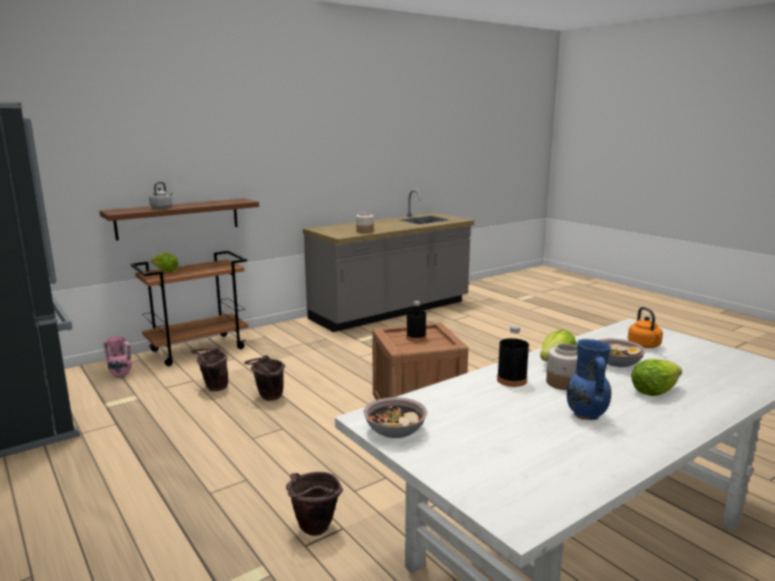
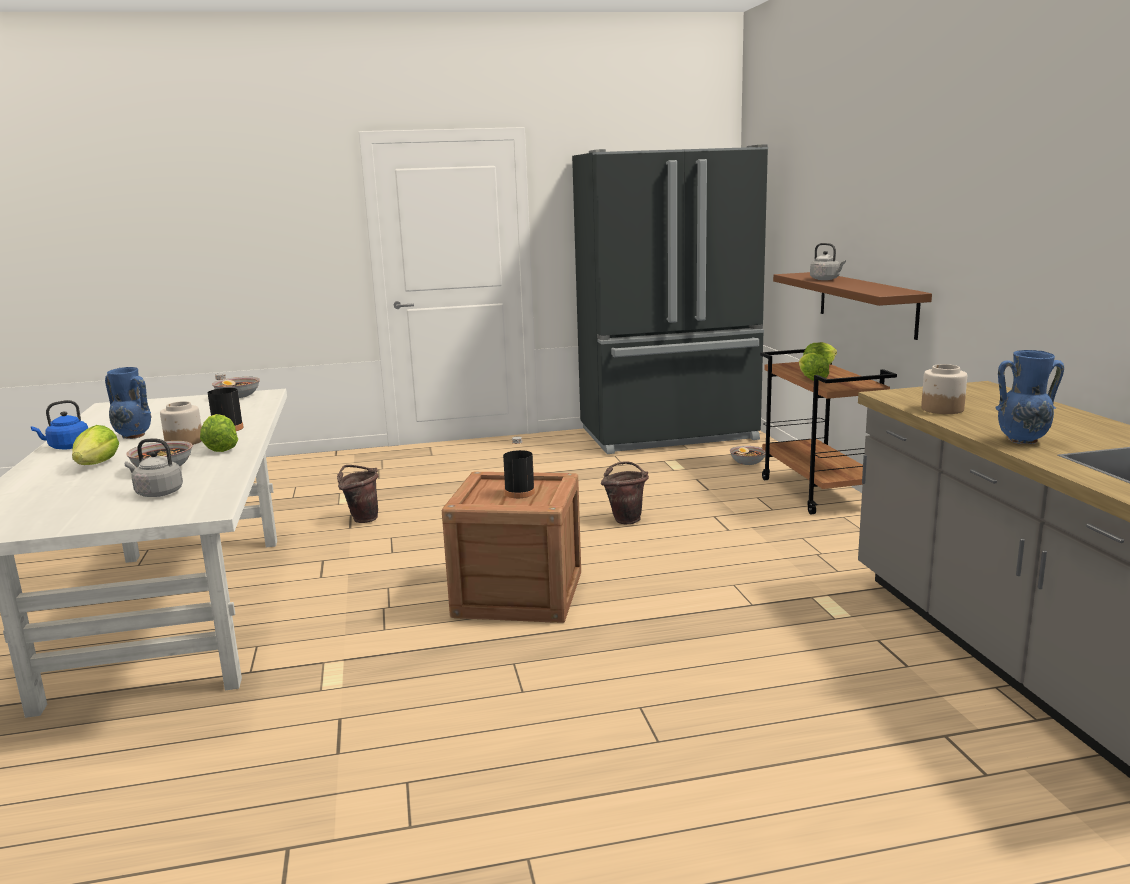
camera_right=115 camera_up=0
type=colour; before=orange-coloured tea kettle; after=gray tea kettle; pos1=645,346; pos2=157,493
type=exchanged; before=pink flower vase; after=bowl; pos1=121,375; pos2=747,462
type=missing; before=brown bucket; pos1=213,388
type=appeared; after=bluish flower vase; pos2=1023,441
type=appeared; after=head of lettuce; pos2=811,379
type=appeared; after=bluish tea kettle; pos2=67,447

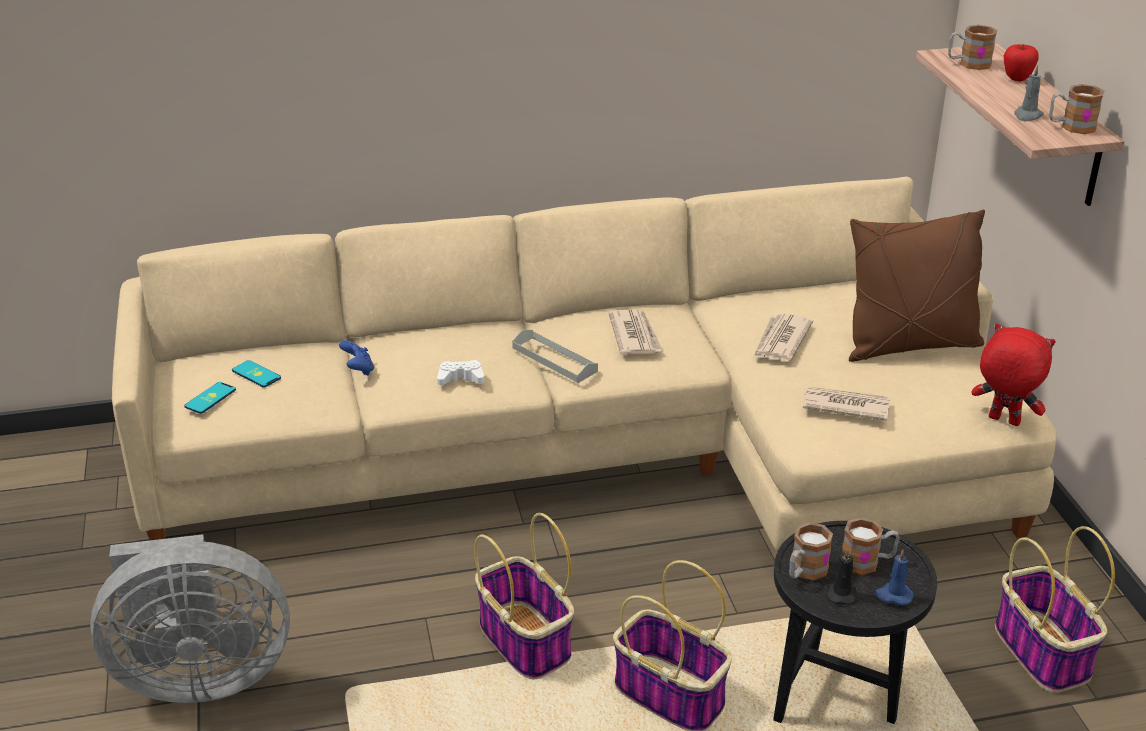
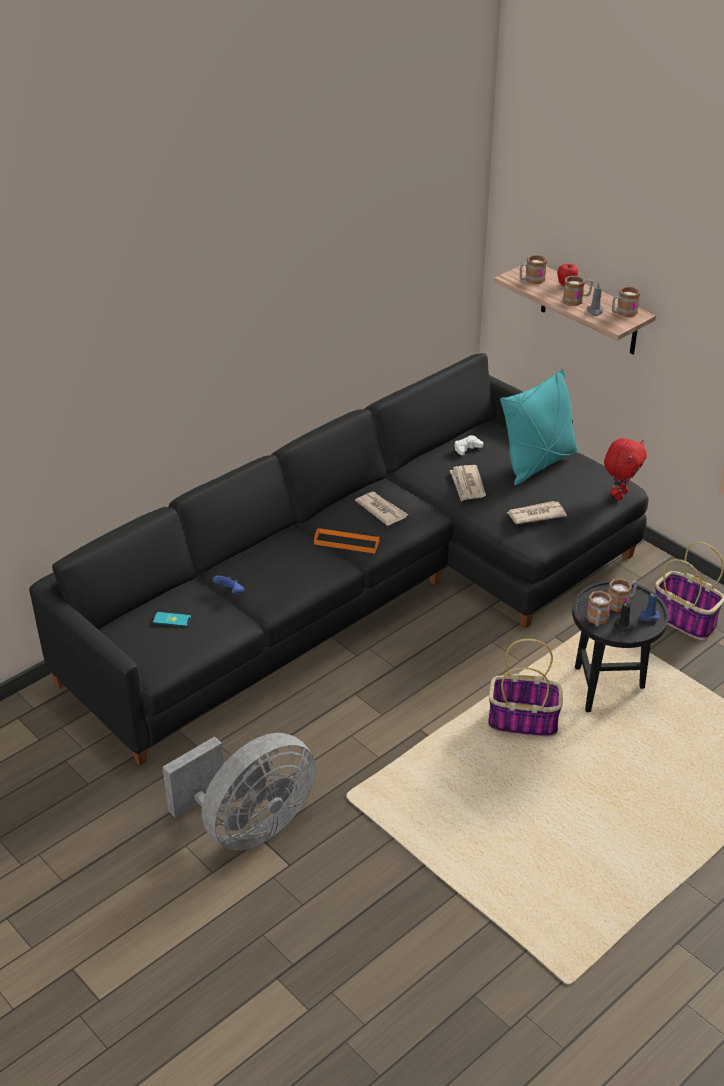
camera_right=-30 camera_up=5
type=colour; before=beige-coloured sofa; after=black sofa; pos1=609,449; pos2=366,588
type=colour; before=brown throw pillow; after=turquoise throw pillow; pos1=910,345; pos2=538,463
type=spun; before=red-coloured soft toy; pos1=1003,421; pos2=619,494; turn=120
type=colour; before=gray serving tray; after=orange-coloured serving tray; pos1=554,359; pos2=346,543
type=relocated; before=white game controller; pos1=460,378; pos2=467,448
type=missing; before=phone; pos1=210,398
type=missing; before=basket; pos1=526,642
type=appeared; after=mug; pos2=576,300

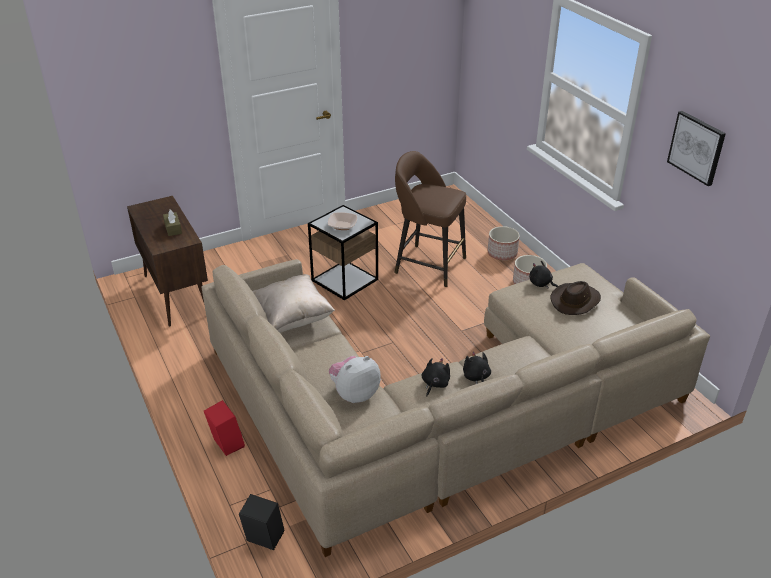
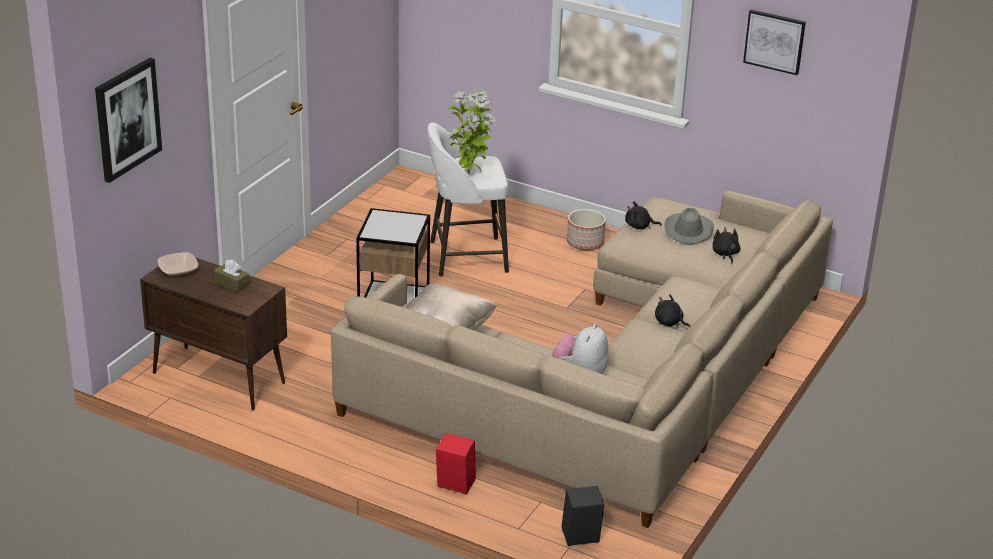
camera_right=-35 camera_up=-5
type=colour; before=brown stool seat; after=white stool seat; pos1=428,265; pos2=465,257
type=relocated; before=bowl; pos1=342,225; pos2=178,270
type=missing; before=flower pot; pos1=502,253
type=colour; before=brown hat; after=gray hat; pos1=575,301; pos2=688,230
type=relocated; before=black soft toy; pos1=434,384; pos2=725,254
type=appeared; after=wall art; pos2=127,119
type=appeared; after=houseplant; pos2=470,174

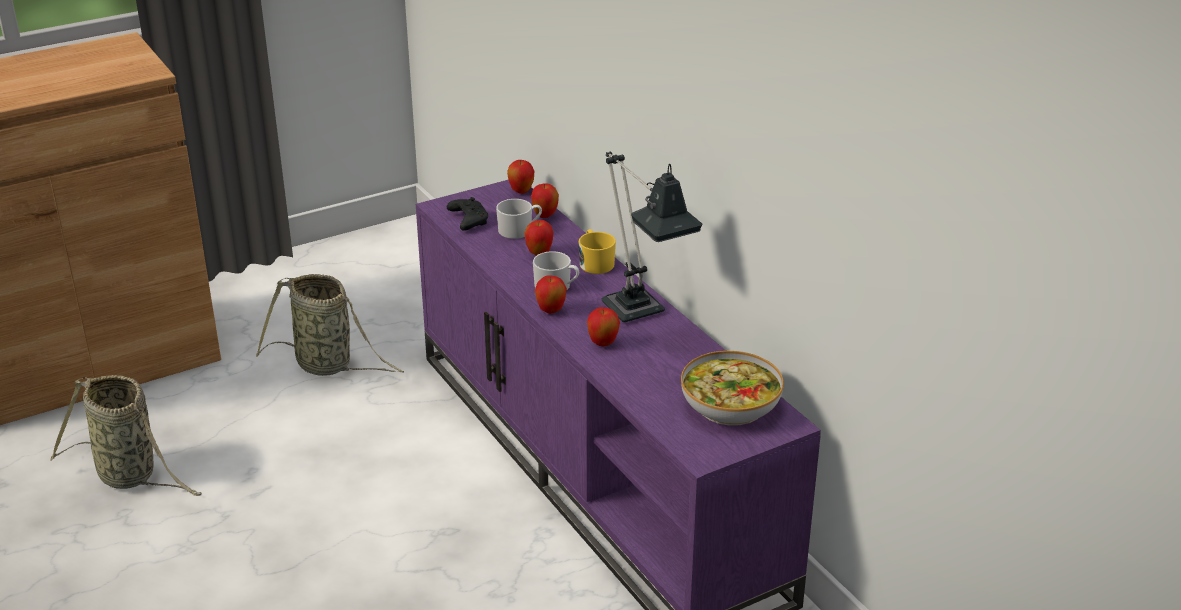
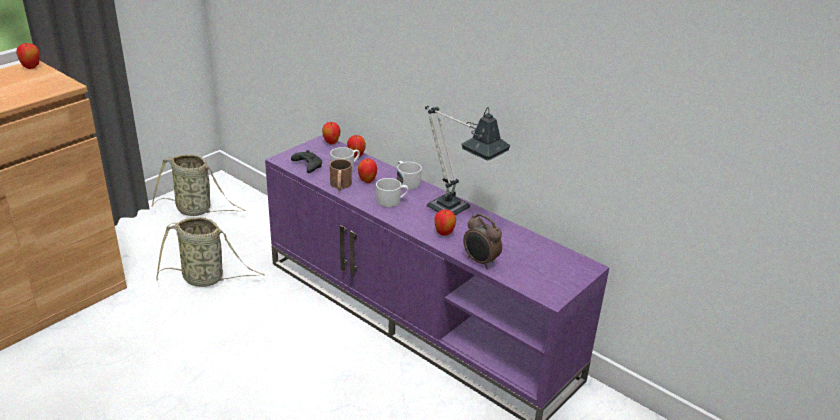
camera_right=-20 camera_up=0
type=colour; before=yellow mug; after=white mug; pos1=595,262; pos2=406,182
type=relocated; before=apple; pos1=551,311; pos2=31,68
type=missing; before=bowl; pos1=730,406
type=relocated; before=basket; pos1=131,476; pos2=196,210
type=appeared; after=brown mug; pos2=340,186
type=appeared; after=bedside clock; pos2=480,262

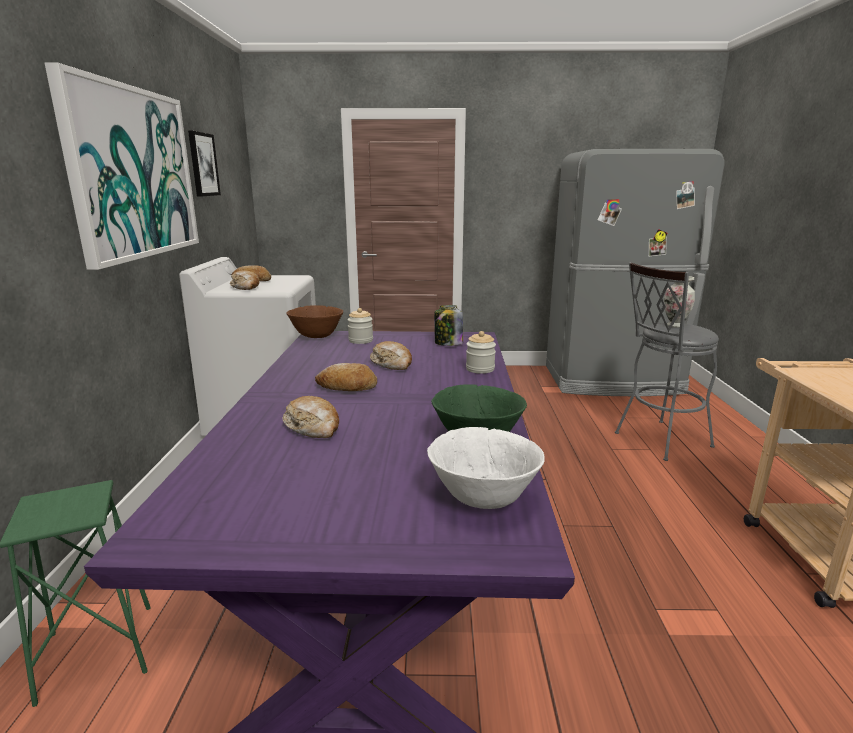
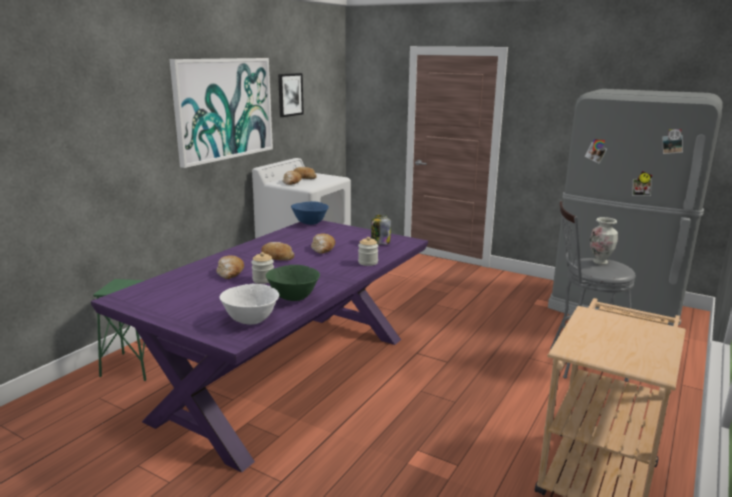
camera_right=30 camera_up=0
type=colour; before=brown bowl; after=bluish bowl; pos1=316,336; pos2=310,223
type=relocated; before=preserve jar; pos1=360,340; pos2=263,280

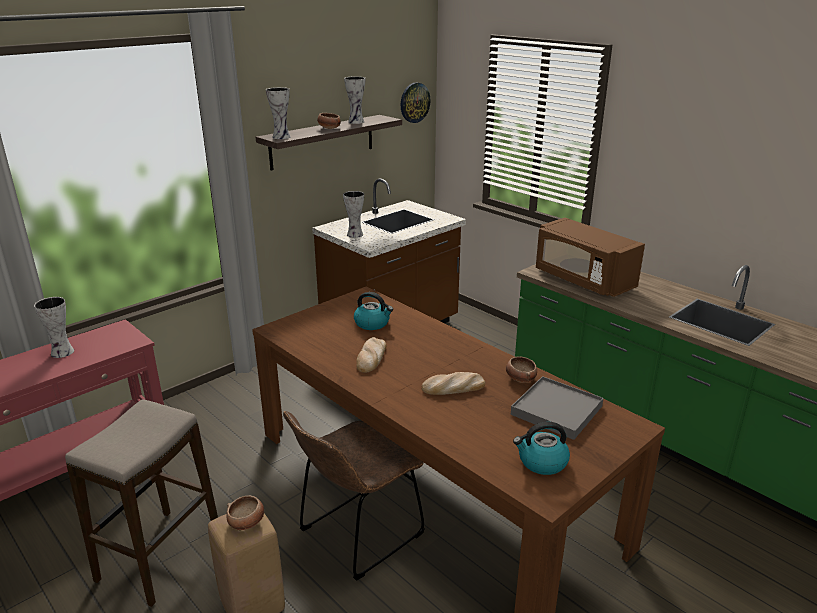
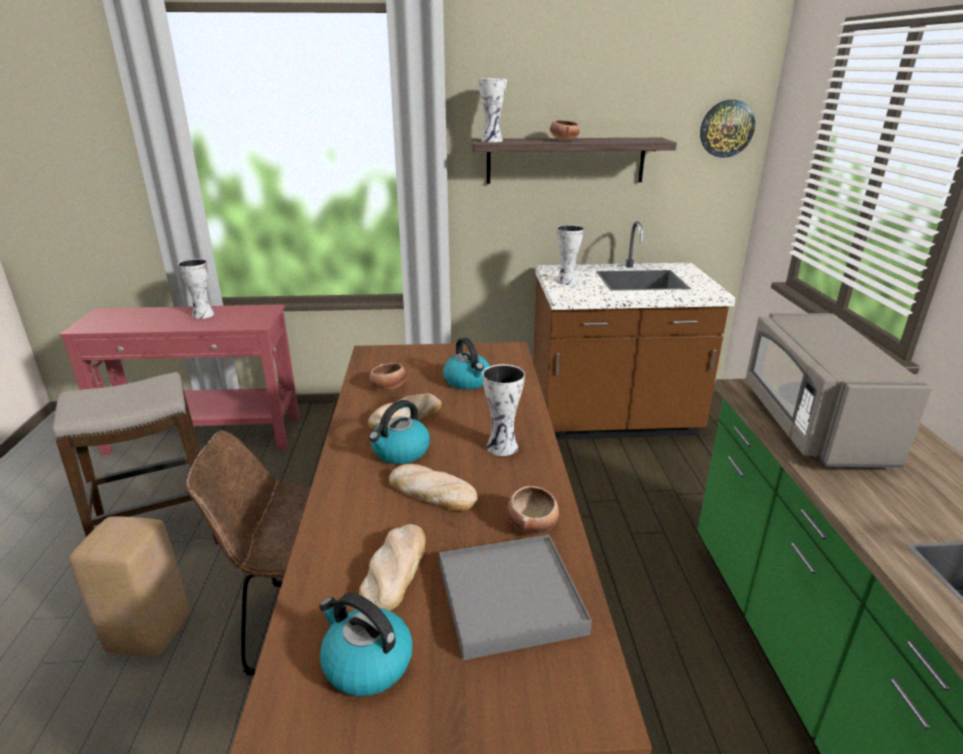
camera_right=40 camera_up=0
type=relocated; before=flower vase; pos1=357,122; pos2=503,447
type=colour; before=brown kitchen microwave; after=gray kitchen microwave; pos1=582,280; pos2=811,423
type=relocated; before=bowl; pos1=247,522; pos2=389,388
type=appeared; after=tea kettle; pos2=400,452
type=appeared; after=bread; pos2=395,569

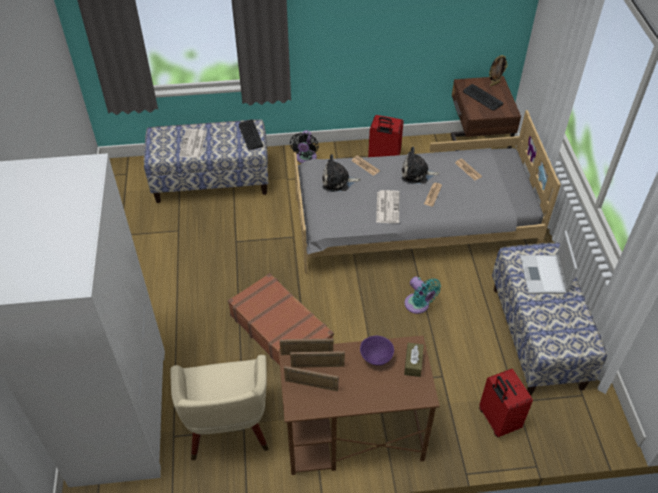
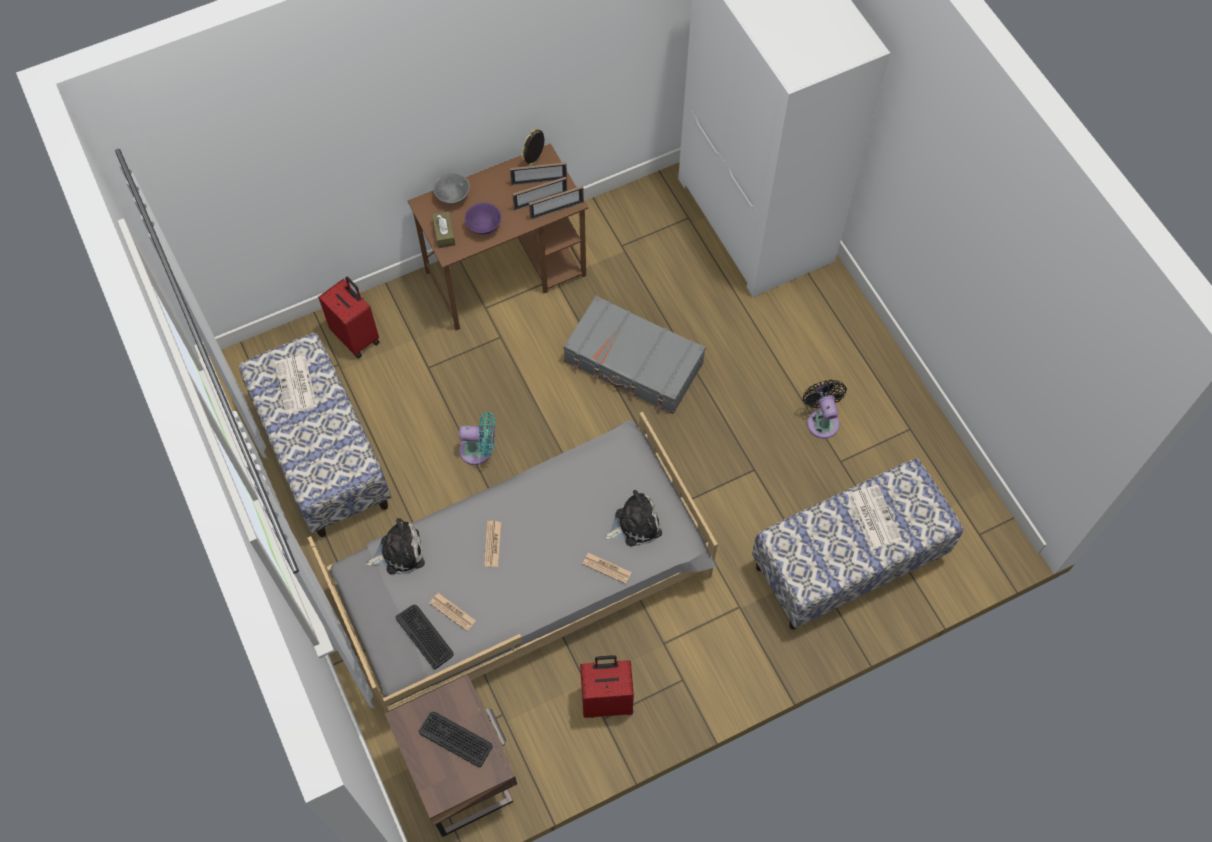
camera_right=160 camera_up=15
type=relocated; before=standing frame; pos1=494,84; pos2=535,163
type=relocated; before=PC keyboard; pos1=250,135; pos2=425,636
type=relocated; before=black electric fan; pos1=305,158; pos2=822,420
type=relocated; before=soft toy; pos1=417,174; pos2=399,552
type=relocated; before=printed paper; pos1=387,207; pos2=296,385
type=missing; before=notebook computer; pos1=544,275
type=colour; before=brown piece of luggage; after=gray piece of luggage; pos1=281,331; pos2=633,363
type=spun; before=turquoise electric fan; pos1=418,305; pos2=479,450; turn=150
type=missing; before=beige-coloured lounge chair; pos1=228,430
type=appeared; after=gray bowl; pos2=452,196

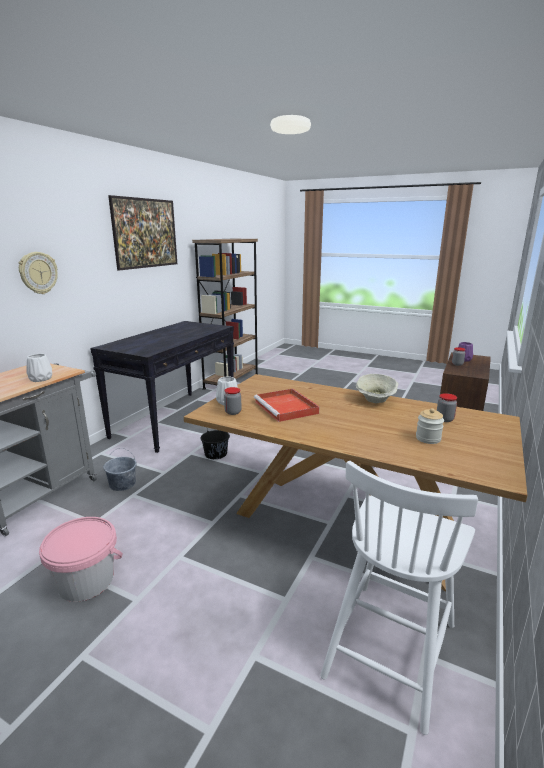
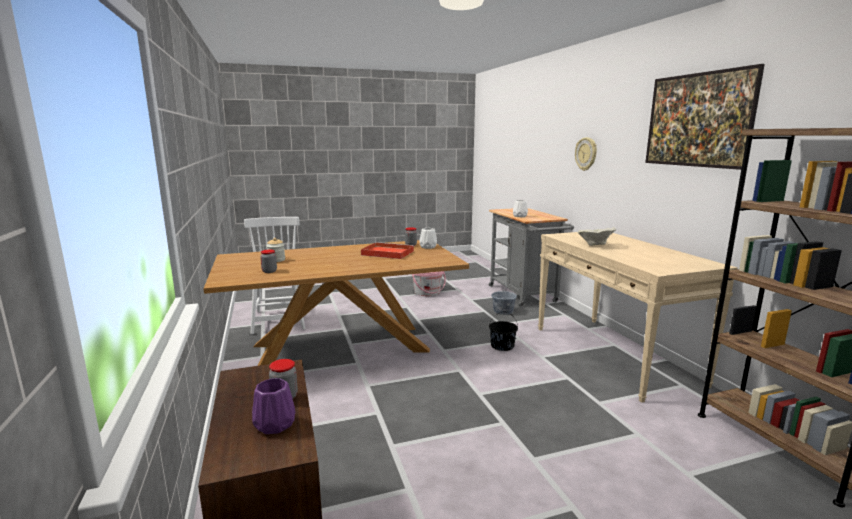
camera_right=135 camera_up=-5
type=colour; before=black narrow table; after=beige-coloured narrow table; pos1=176,419; pos2=614,355
type=relocated; before=beige-coloured bowl; pos1=375,401; pos2=595,245

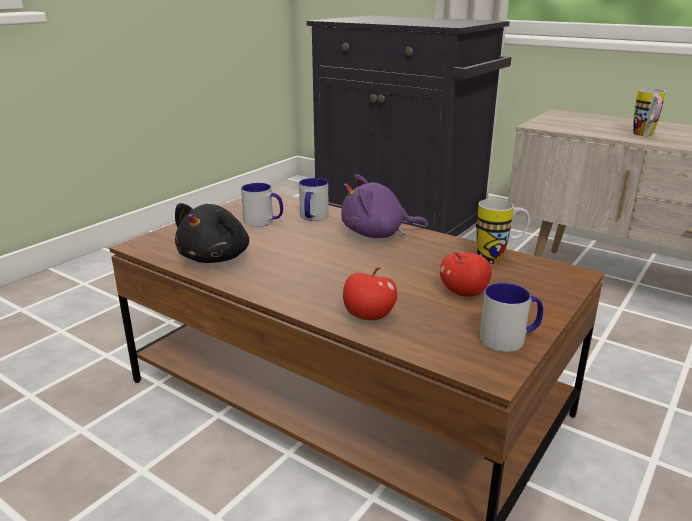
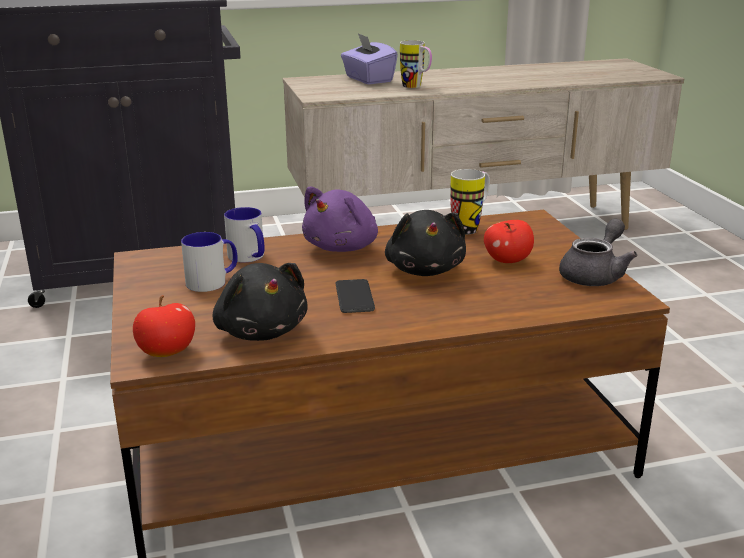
camera_right=-50 camera_up=0
type=relocated; before=apple; pos1=368,317; pos2=167,353
type=exchanged; before=mug; after=gray teapot; pos1=510,339; pos2=595,275
type=appeared; after=purplish box of tissues; pos2=368,79
type=appeared; after=black soft toy; pos2=425,269
type=appeared; after=phone; pos2=354,297

